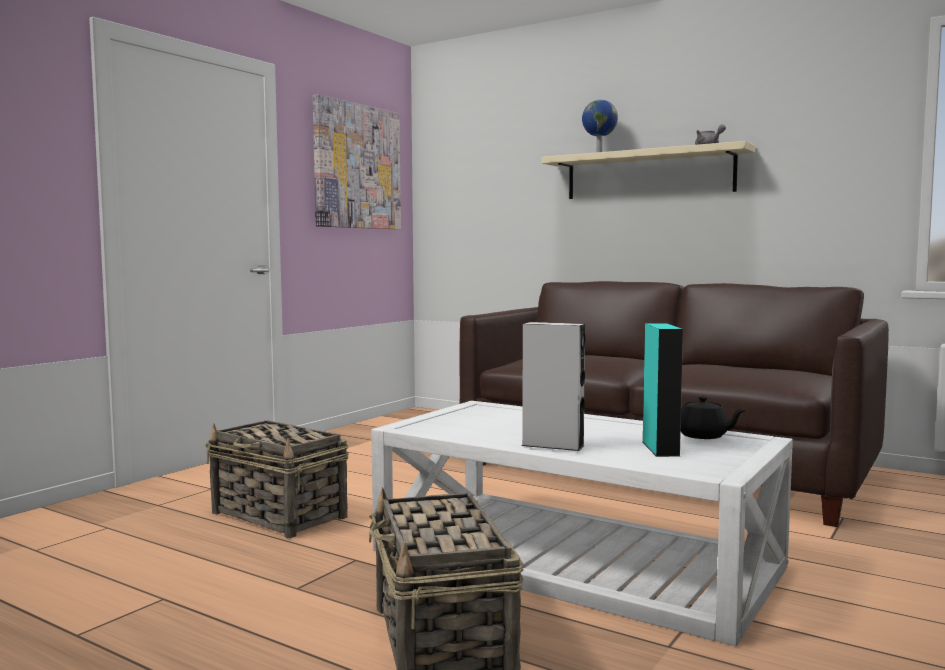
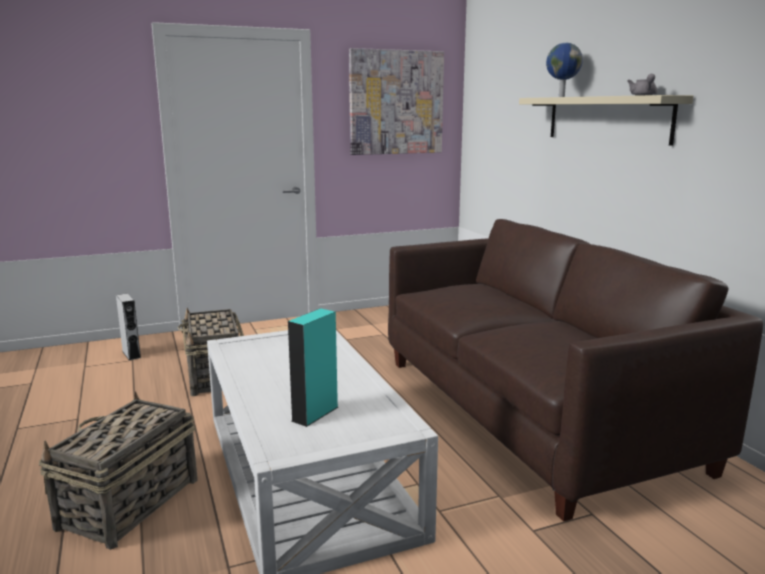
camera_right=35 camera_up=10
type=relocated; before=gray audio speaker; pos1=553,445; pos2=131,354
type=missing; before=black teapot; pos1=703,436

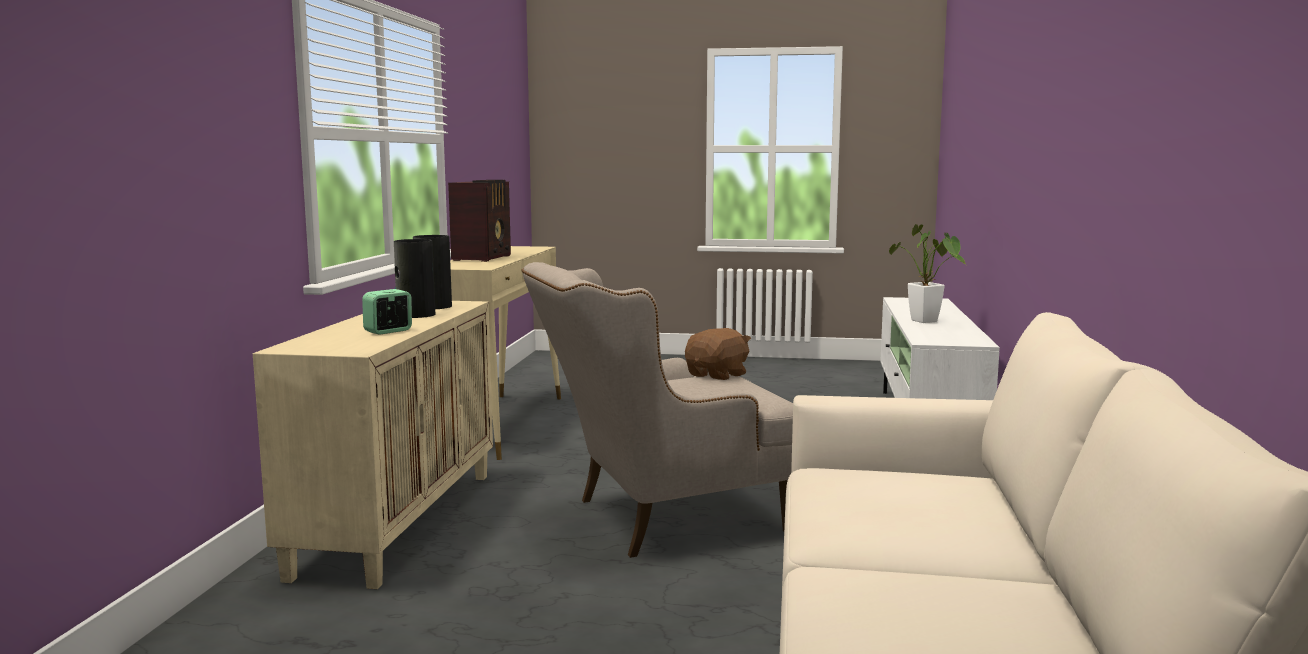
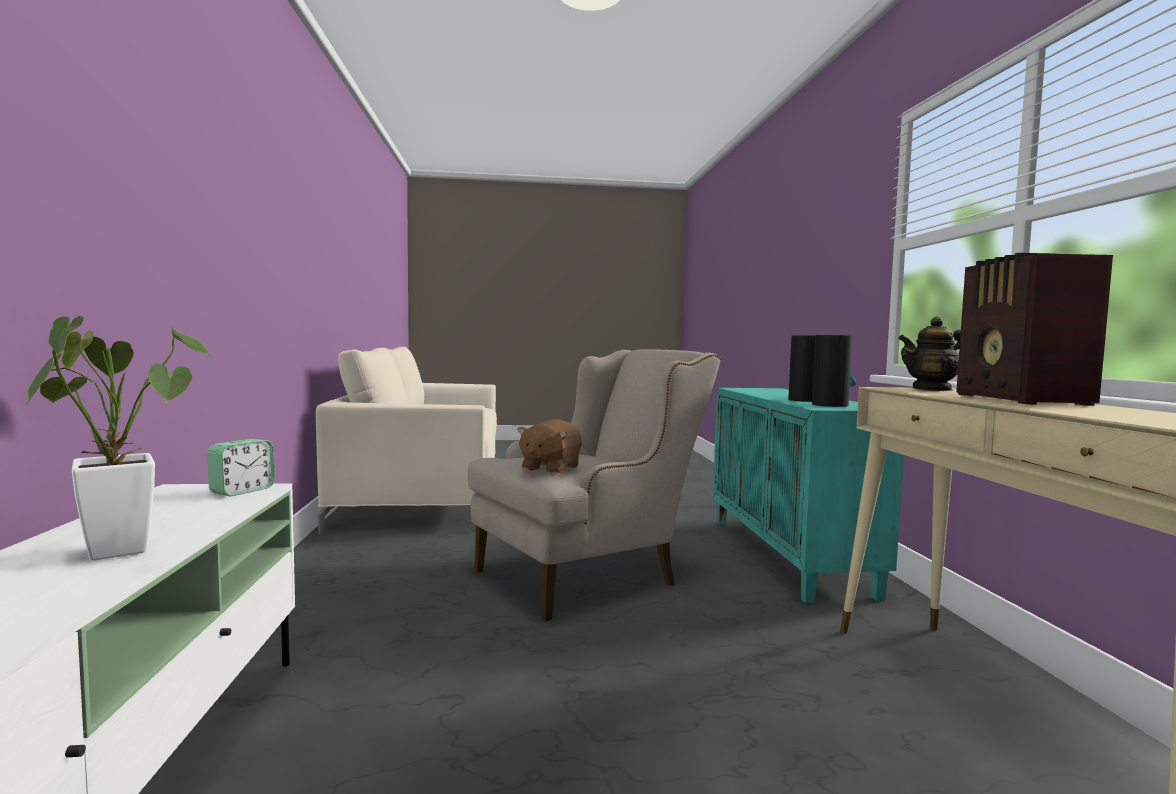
camera_right=165 camera_up=-5
type=relocated; before=bedside clock; pos1=388,331; pos2=242,491
type=colour; before=beige-coloured cupboard; after=turquoise cupboard; pos1=397,521; pos2=788,555
type=appeared; after=teapot; pos2=932,389

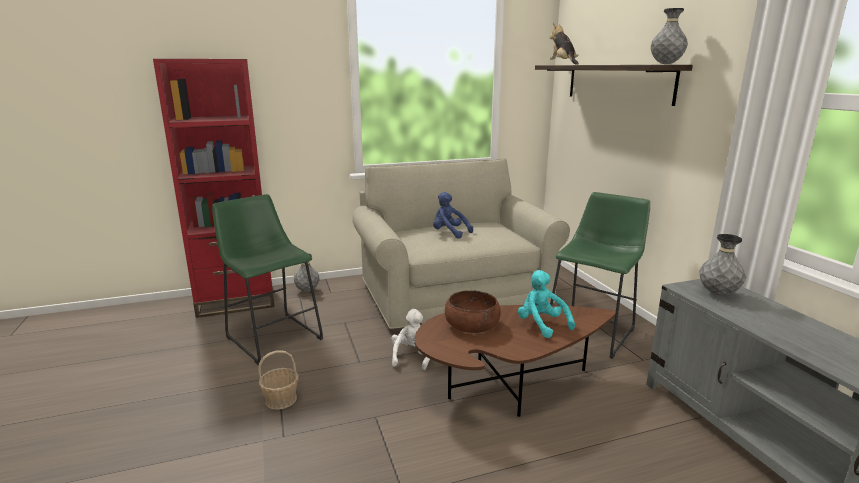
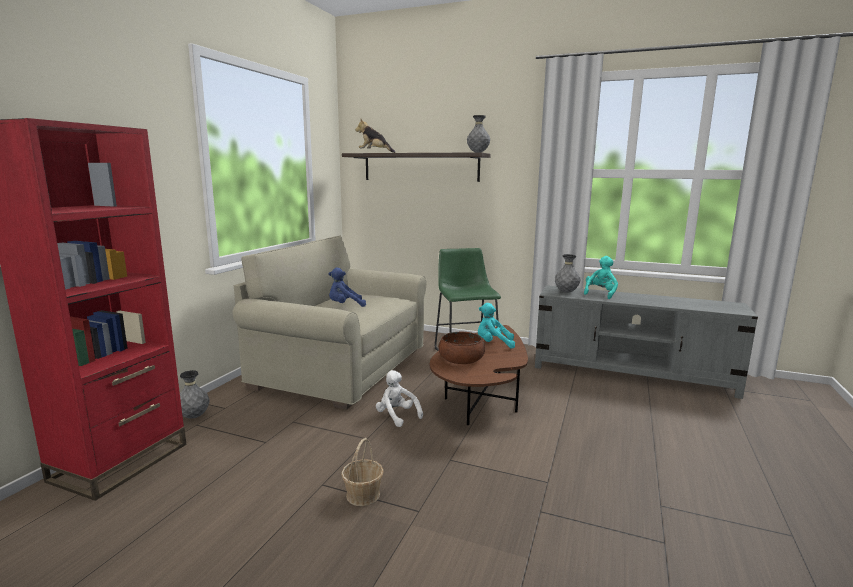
camera_right=-50 camera_up=-5
type=missing; before=green stool seat; pos1=272,335
type=appeared; after=turquoise soft toy; pos2=600,294

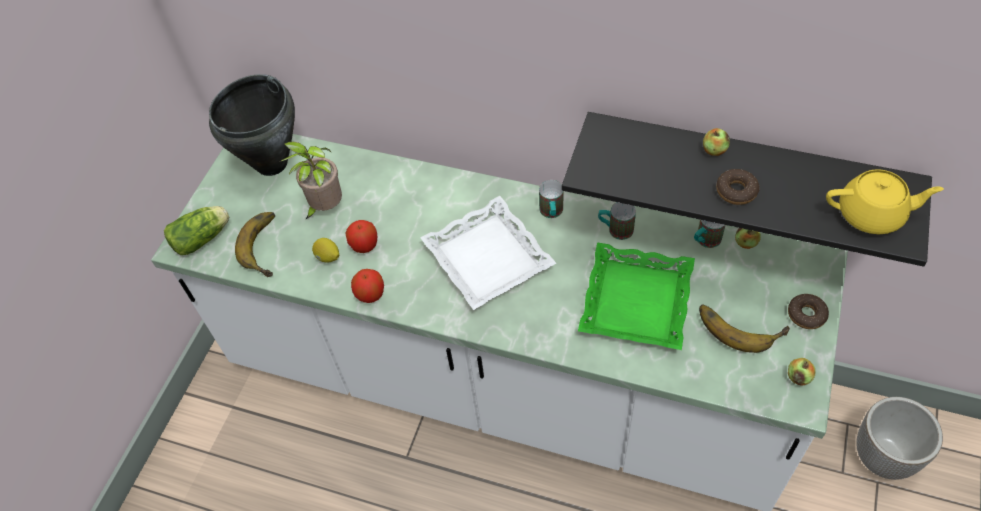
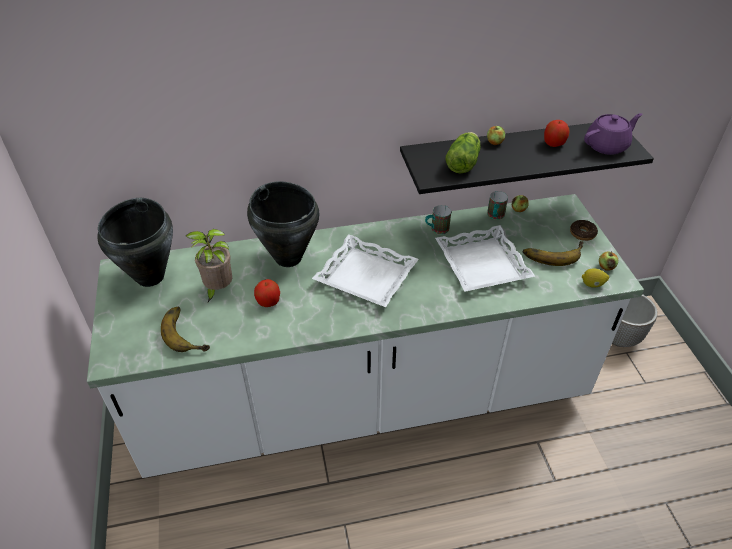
camera_right=-35 camera_up=-10
type=missing; before=donut; pos1=736,191
type=colour; before=yellow teapot; after=purplish teapot; pos1=872,214; pos2=607,146
type=missing; before=mug; pos1=551,213
type=relocated; before=head of lettuce; pos1=204,238; pos2=463,162
type=relocated; before=lemon; pos1=328,257; pos2=592,284
type=colour; before=green serving tray; after=white serving tray; pos1=637,302; pos2=483,264
type=relocated; before=apple; pos1=370,294; pos2=553,144
type=appeared; after=black stockpot; pos2=288,257

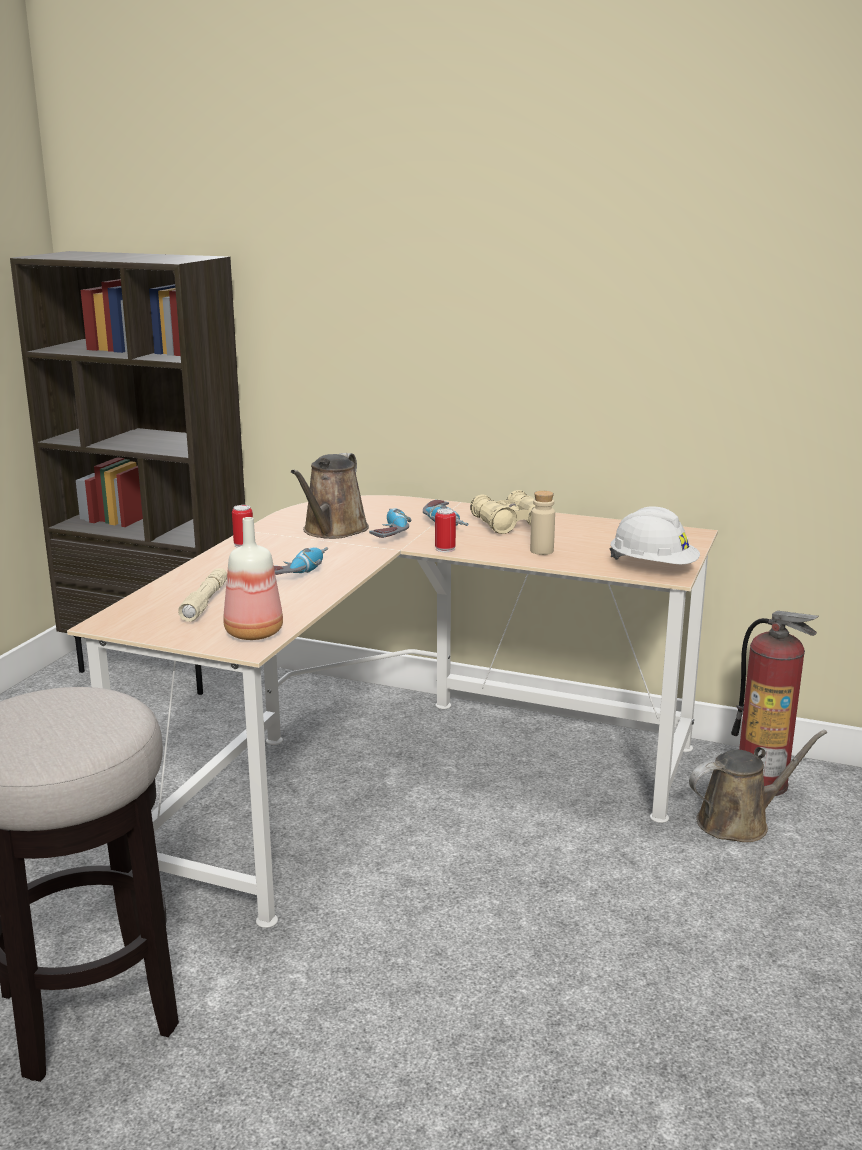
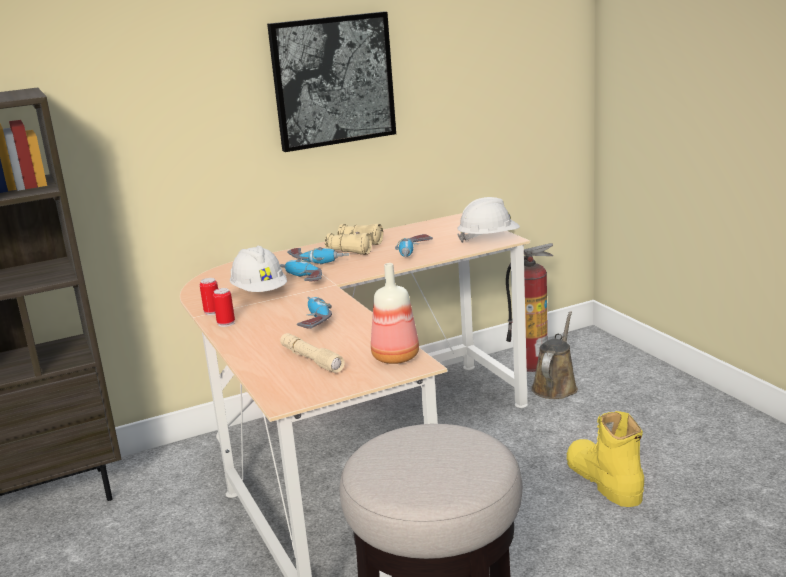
camera_right=-45 camera_up=0
type=exchanged; before=brown watering can; after=white hard hat; pos1=333,531; pos2=260,292
type=exchanged; before=beige-coloured beverage bottle; after=drill; pos1=541,551; pos2=414,253
type=relocated; before=can; pos1=445,549; pos2=212,312
type=appeared; after=wall art; pos2=333,81
type=appeared; after=yellow boot; pos2=603,480

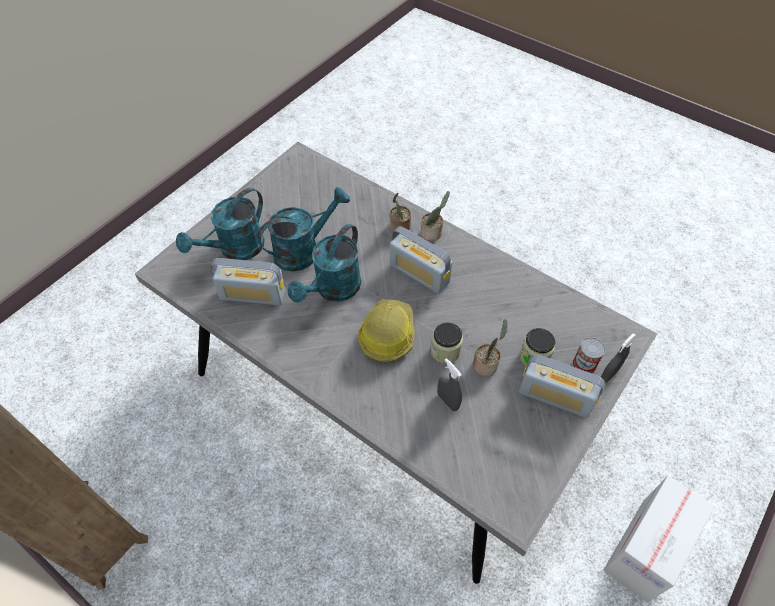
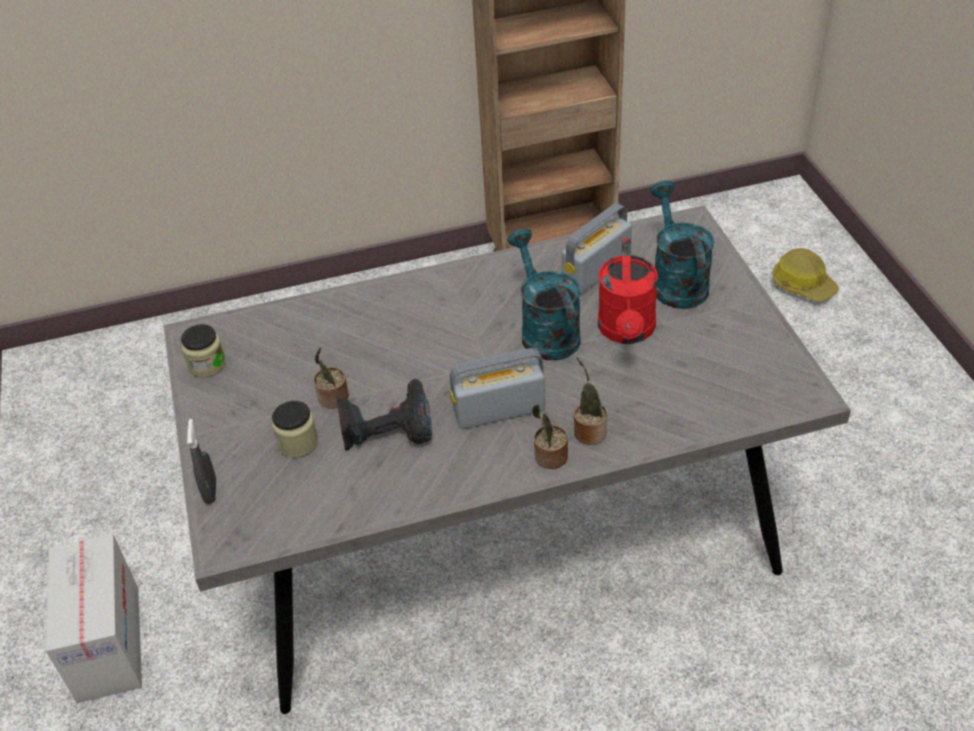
camera_right=130 camera_up=-10
type=colour; before=turquoise watering can; after=red-coloured watering can; pos1=303,250; pos2=627,332
type=relocated; before=hard hat; pos1=387,334; pos2=803,284
type=relocated; before=preserve jar; pos1=445,351; pos2=207,364
type=missing; before=can; pos1=584,364
type=missing; before=radio receiver; pos1=555,396
type=missing; before=gray sprayer; pos1=448,401
type=appeared; after=drill; pos2=386,424

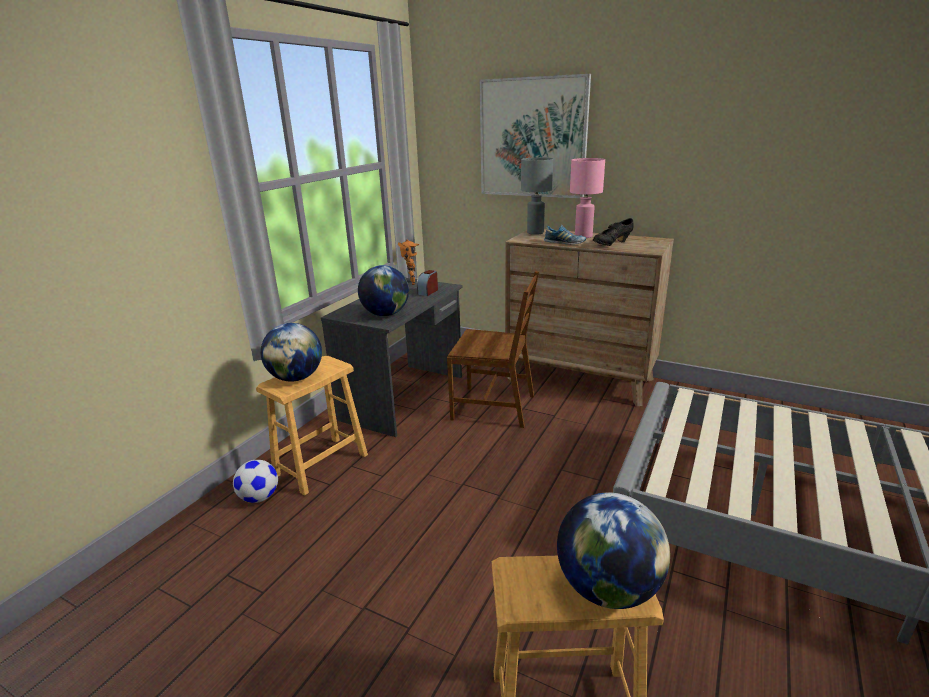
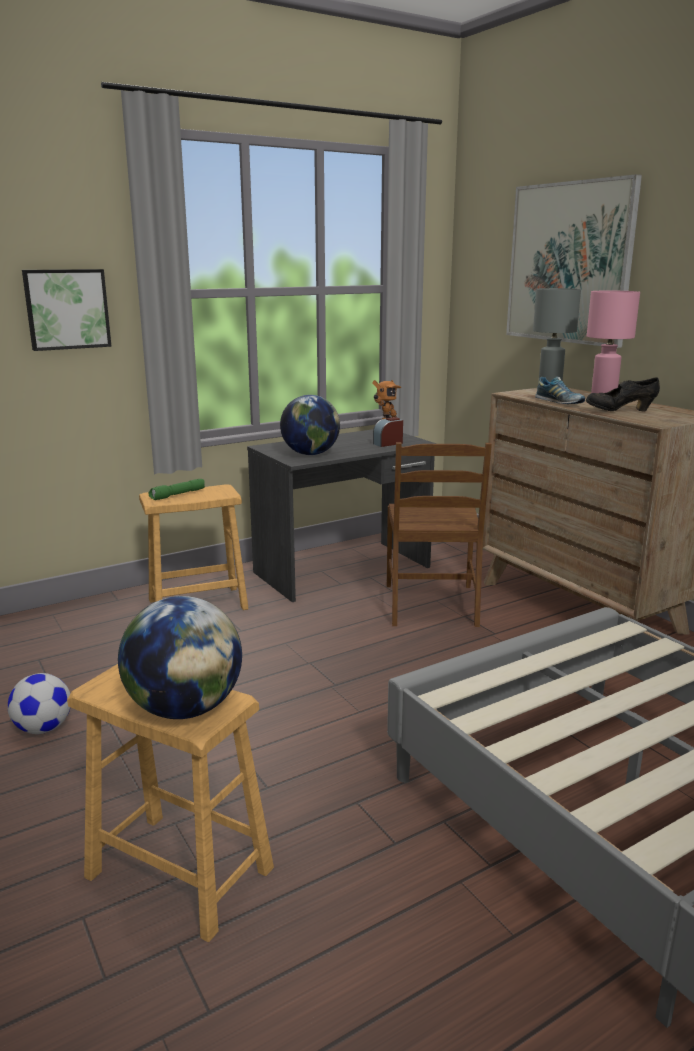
camera_right=30 camera_up=-5
type=spun; before=brown plain chair; pos1=494,407; pos2=432,605; turn=45
type=exchanged; before=globe; after=green hand torch; pos1=296,378; pos2=177,495
type=relocated; before=football; pos1=259,497; pos2=43,728
type=appeared; after=wall art; pos2=67,309

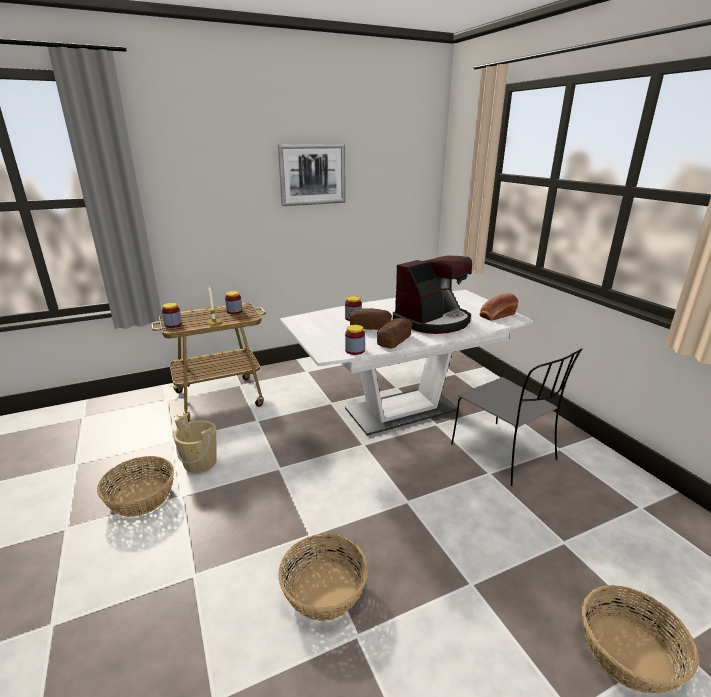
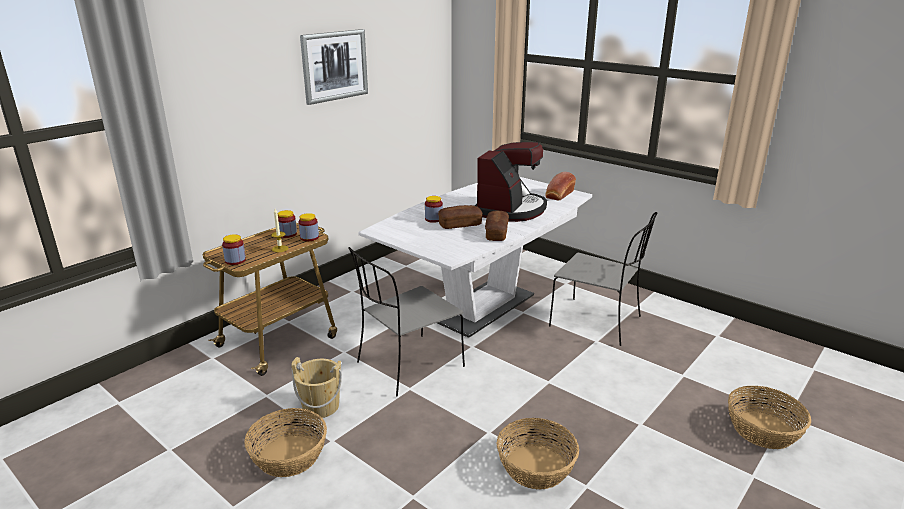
camera_right=-25 camera_up=0
type=relocated; before=preserve jar; pos1=355,350; pos2=309,237
type=appeared; after=gray plain chair; pos2=408,365

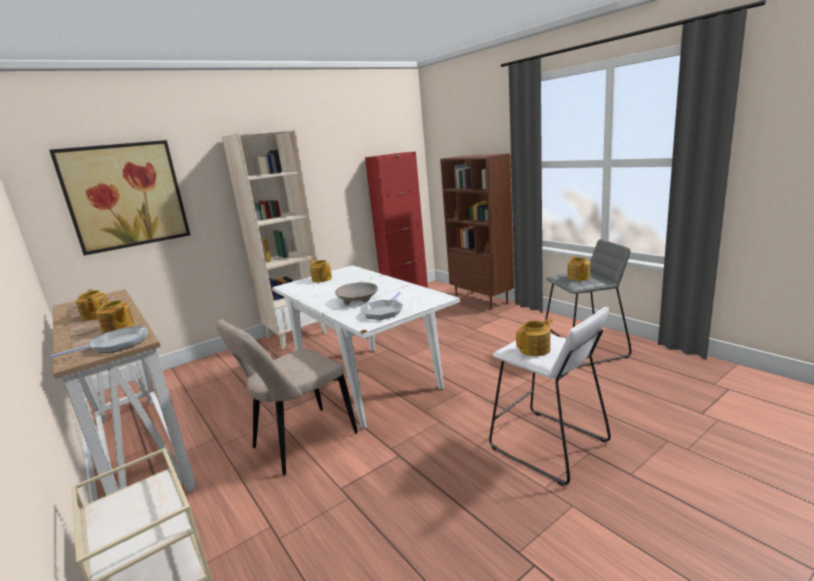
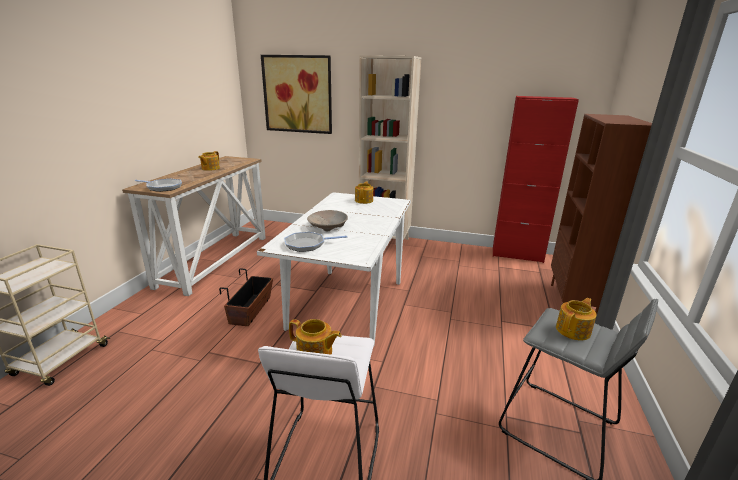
camera_right=50 camera_up=5
type=missing; before=teapot; pos1=118,328
type=exchanged; before=beige-coloured plain chair; after=flower pot; pos1=300,442; pos2=251,310

